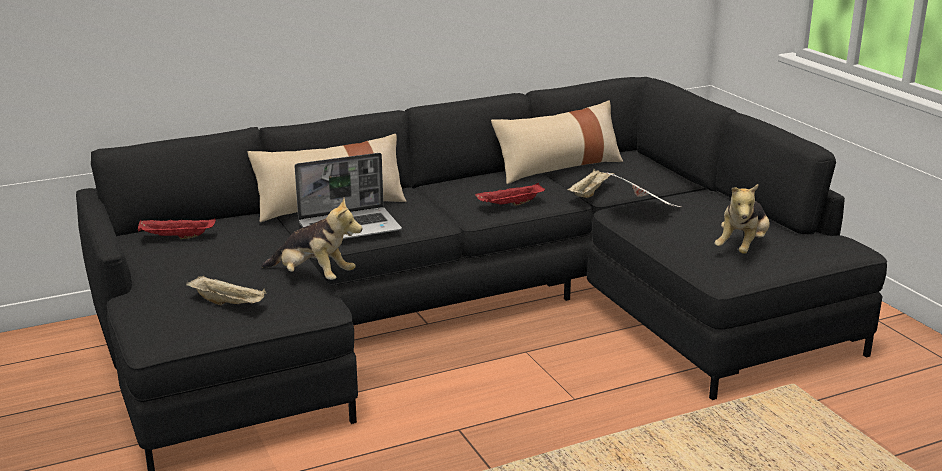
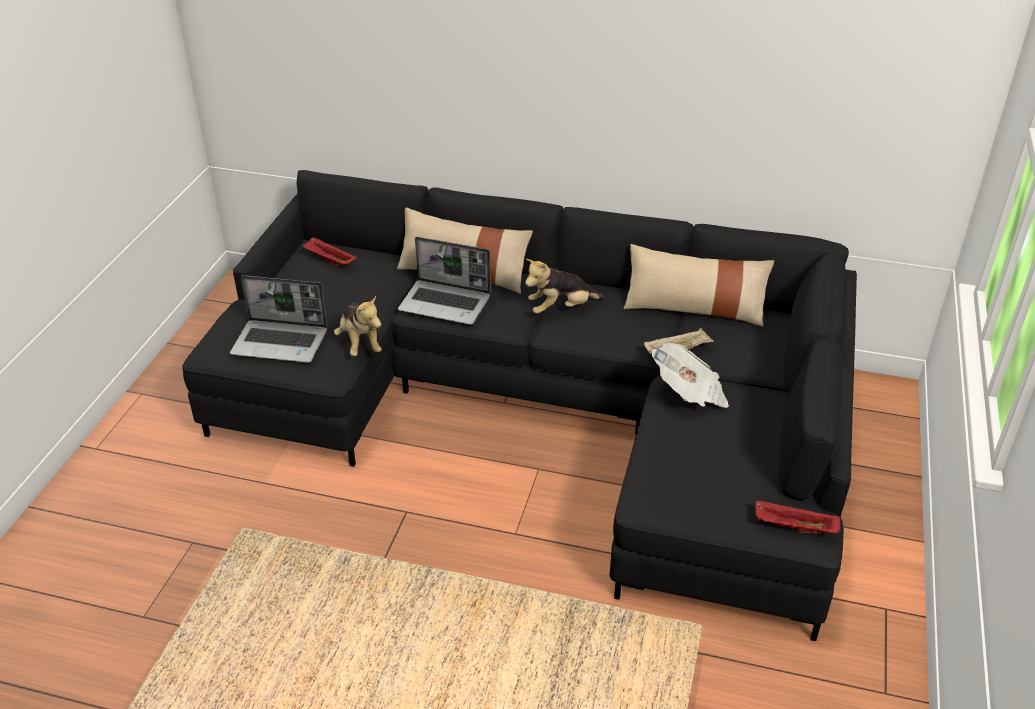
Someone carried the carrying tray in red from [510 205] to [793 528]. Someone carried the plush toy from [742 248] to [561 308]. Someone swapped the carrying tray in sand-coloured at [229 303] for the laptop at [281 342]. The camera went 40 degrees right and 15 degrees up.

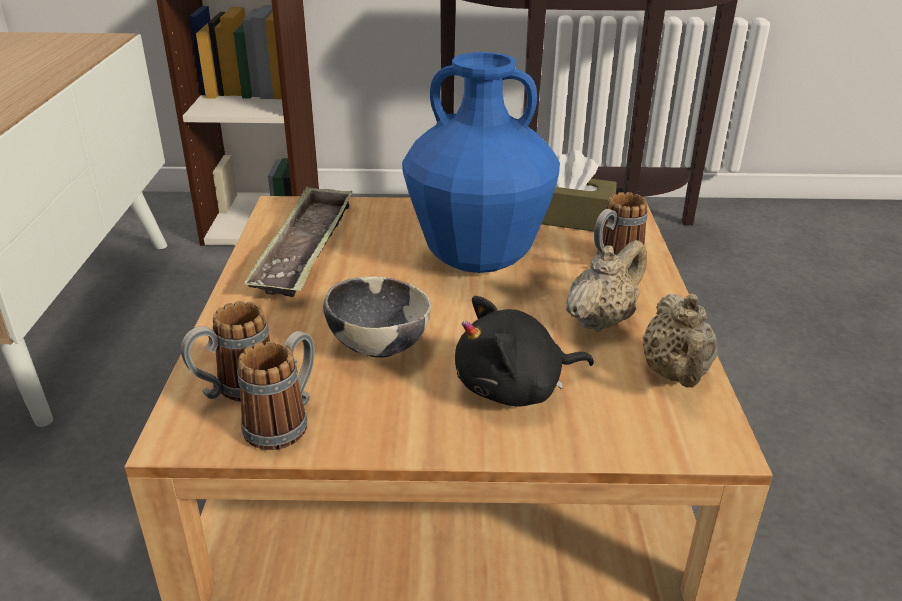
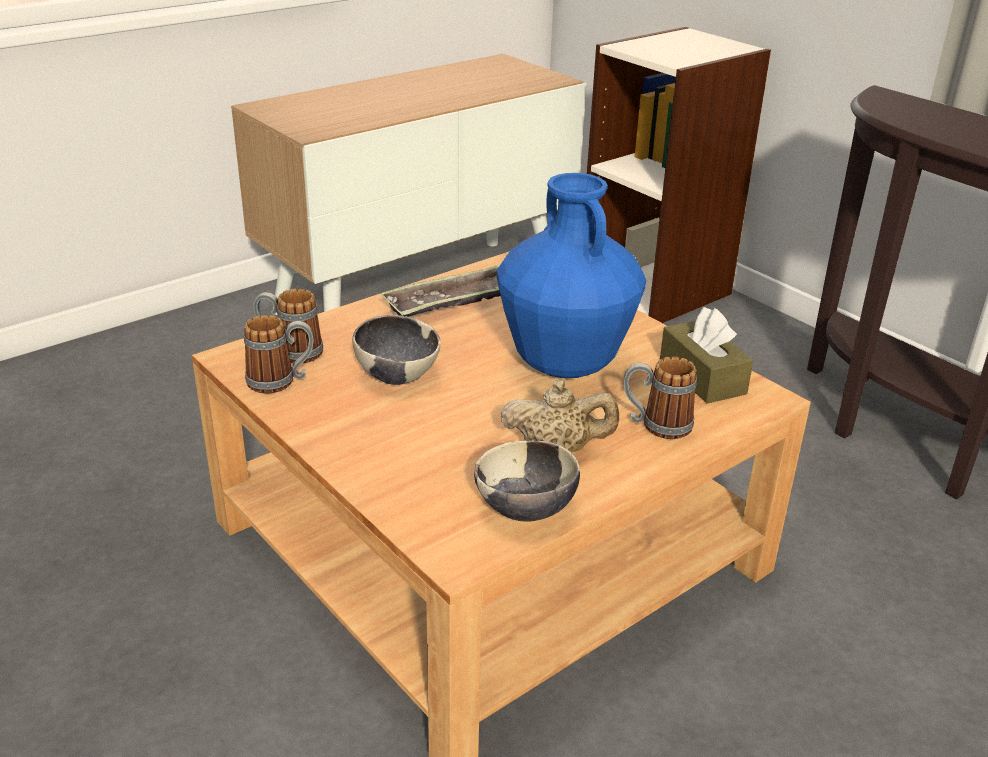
Someone took away the plush toy in black-coloured at [515 389]. Someone swapped the teapot in sand-coloured at [675 375] for the bowl at [525 510]. The camera went 50 degrees right and 0 degrees up.

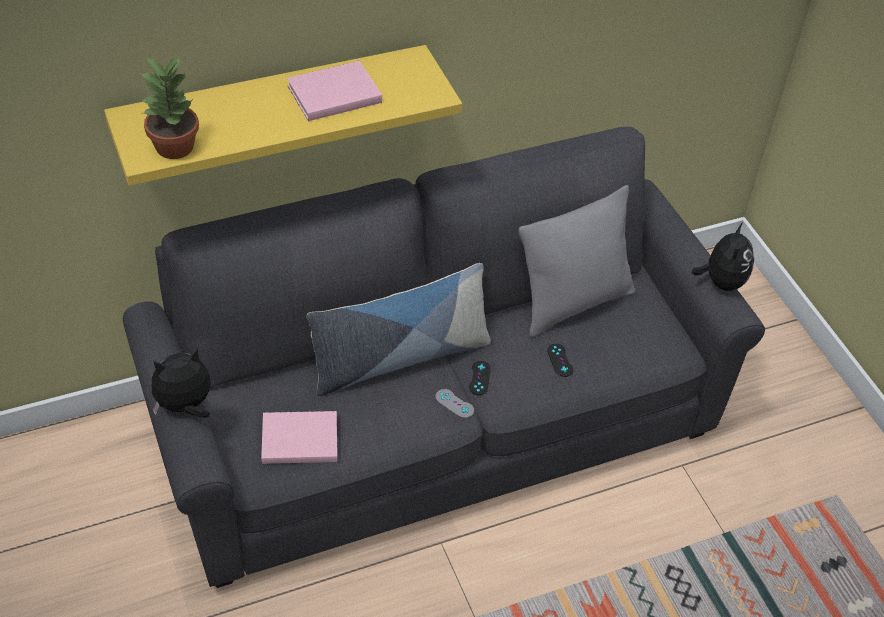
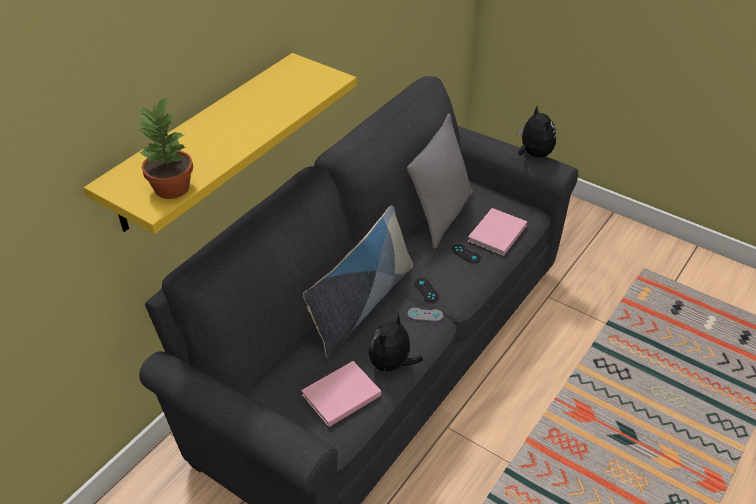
Someone carried the plush toy from [185 406] to [391 365]. Someone carried the book in pink from [331 94] to [495 234]. The camera went 30 degrees left and 5 degrees down.

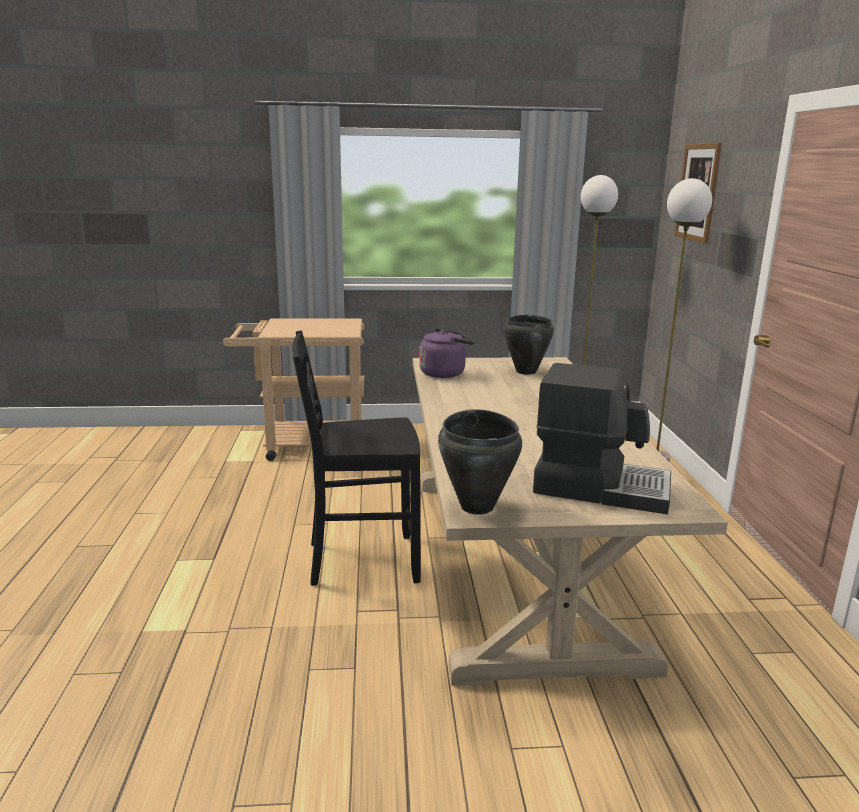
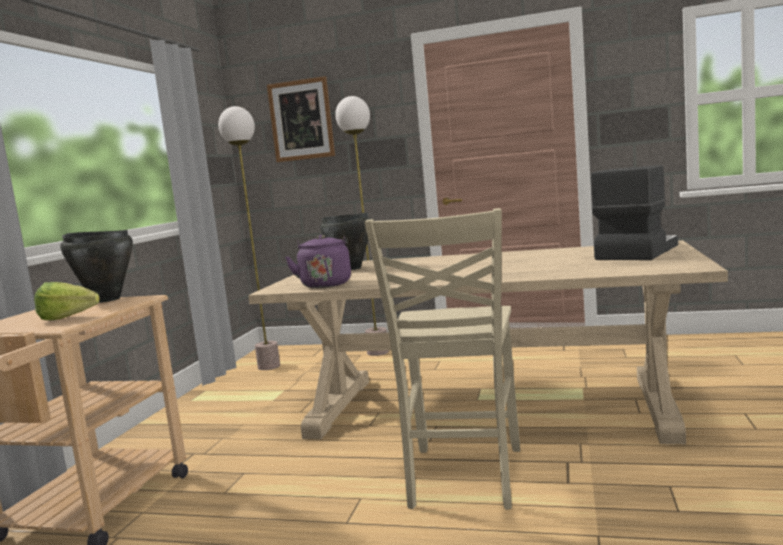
Someone put down the lettuce at [72 318]. Someone carried the stockpot in black-coloured from [477 506] to [106 300]. Someone repainted the plain chair in black-coloured at [360 560], which became the plain chair in sand-coloured at [463 478]. The camera went 70 degrees left and 10 degrees down.

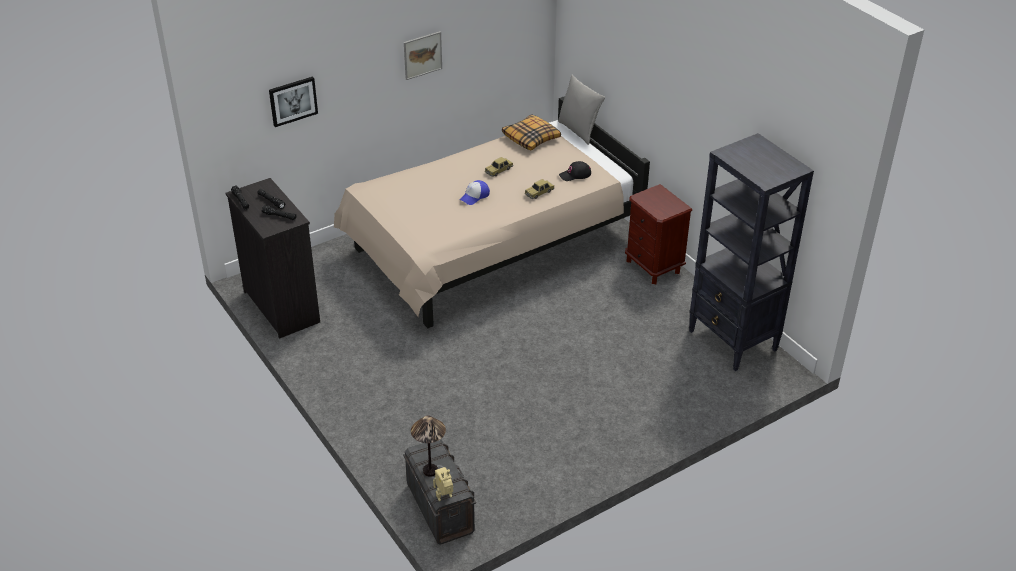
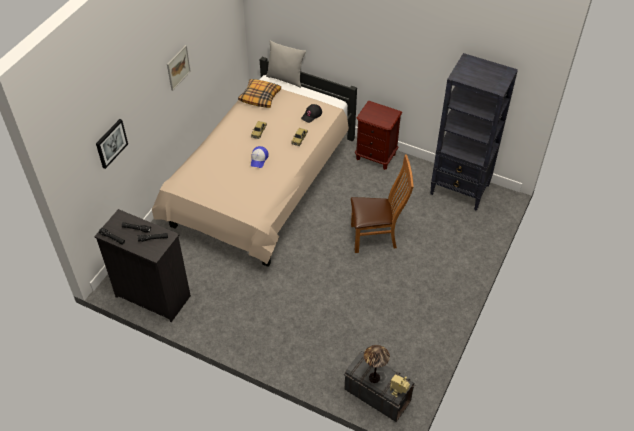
Someone put down the plain chair in brownish at [377 237]. The camera went 30 degrees left and 10 degrees up.

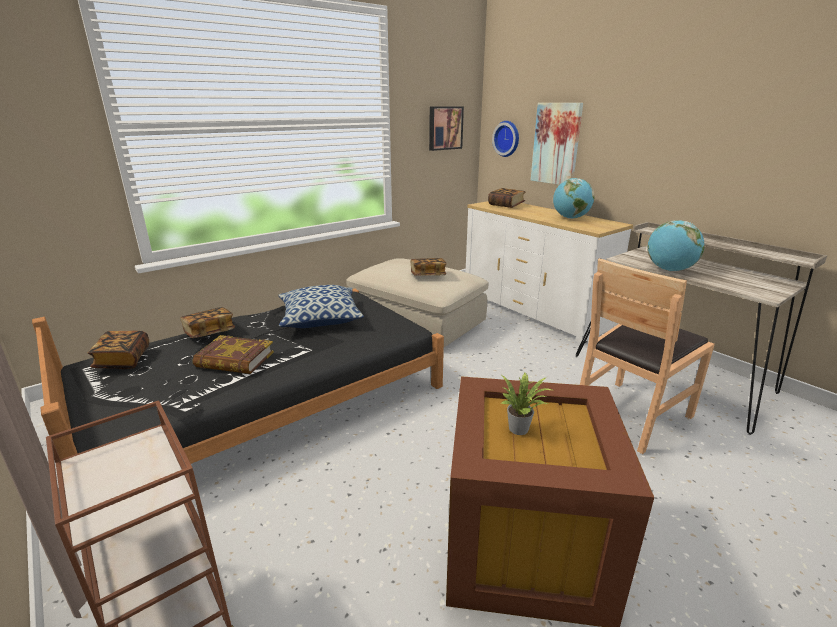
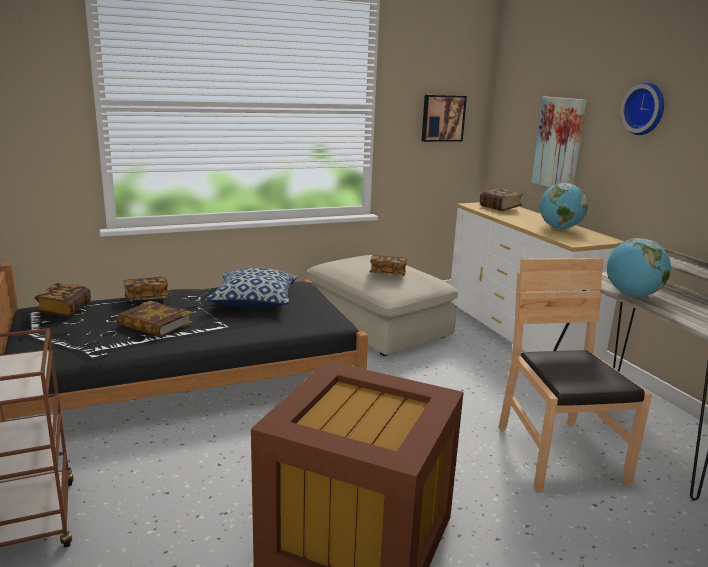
Someone took away the plant in a pot at [521 428]. Someone carried the wall clock from [507 138] to [645 108]. Someone rotated the plain chair in brownish at [631 415] by 105 degrees clockwise. The camera went 15 degrees right and 5 degrees down.

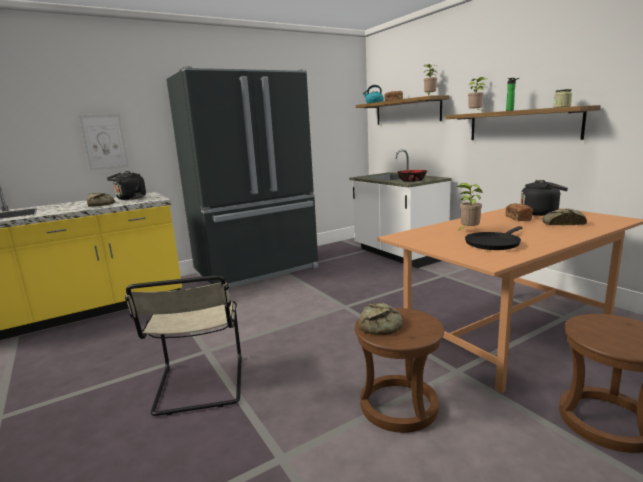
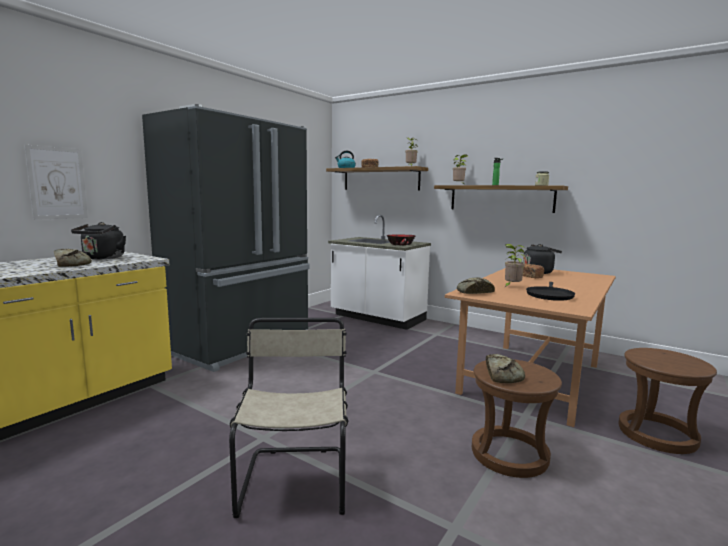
Someone carried the bakery bread from [562 223] to [473 292]. Someone rotated the plain chair in sand-coloured at [199 387] by 150 degrees counterclockwise. The camera went 25 degrees left and 5 degrees down.

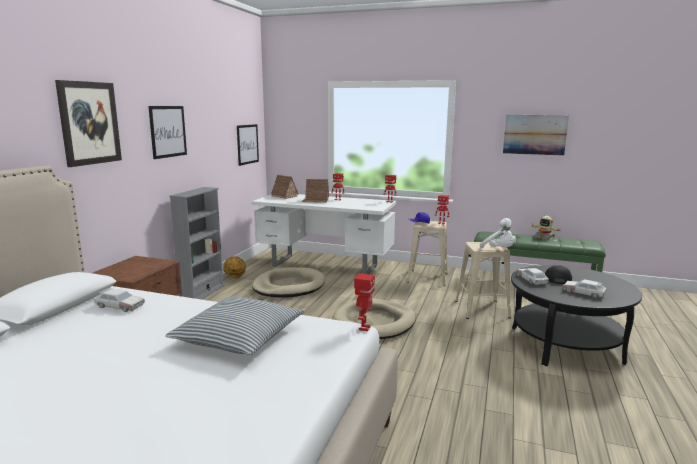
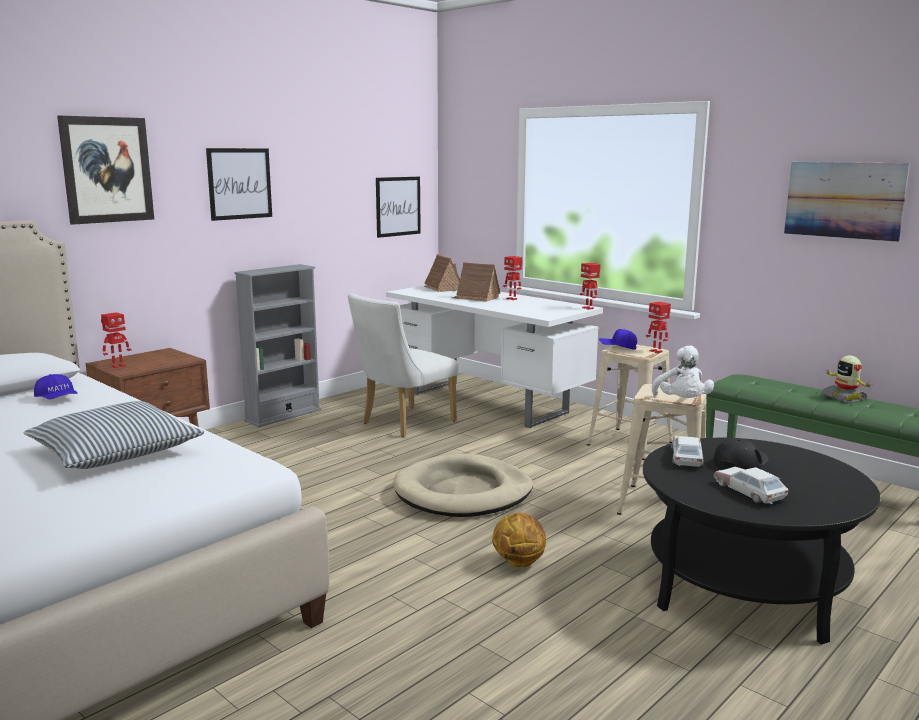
Someone carried the basketball ball from [235 277] to [518 562]. Someone carried the toy robot from [364 328] to [118 366]. Someone swapped the miniature car at [119 306] for the peaked cap in bluish at [57 399]. Someone swapped the pet bed in sand-coloured at [289 286] for the plain chair in white at [403 423]. The camera went 25 degrees right and 0 degrees up.

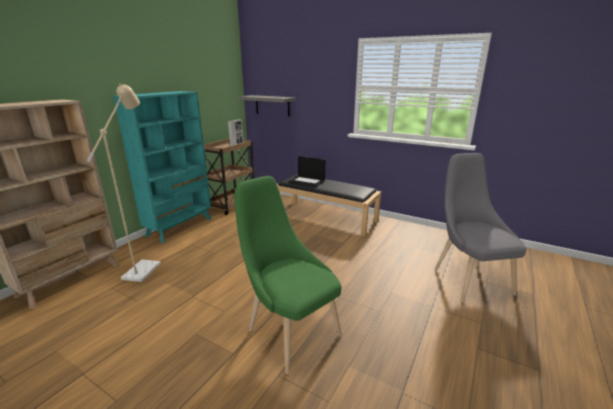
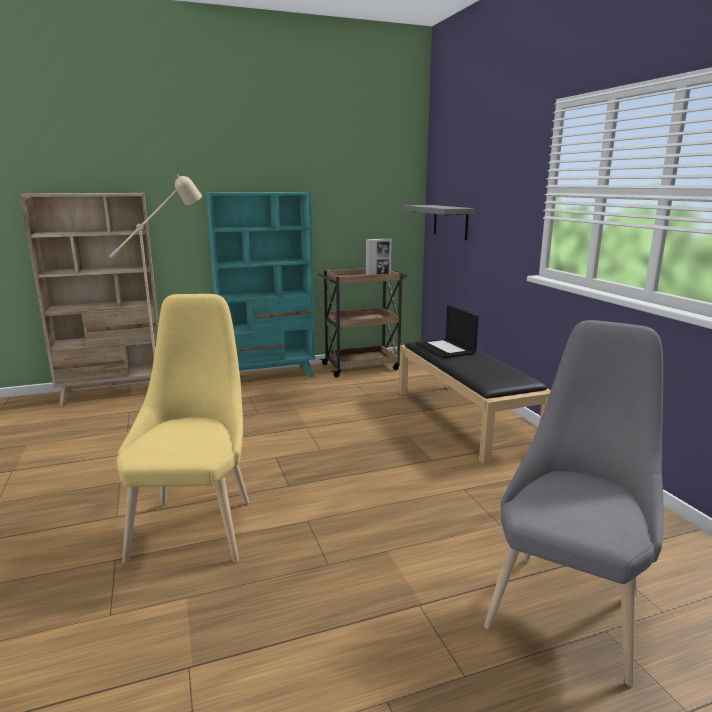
Someone repainted the plain chair in green at [289 330], which became the plain chair in yellow-coloured at [196 524]. The camera went 40 degrees right and 5 degrees down.

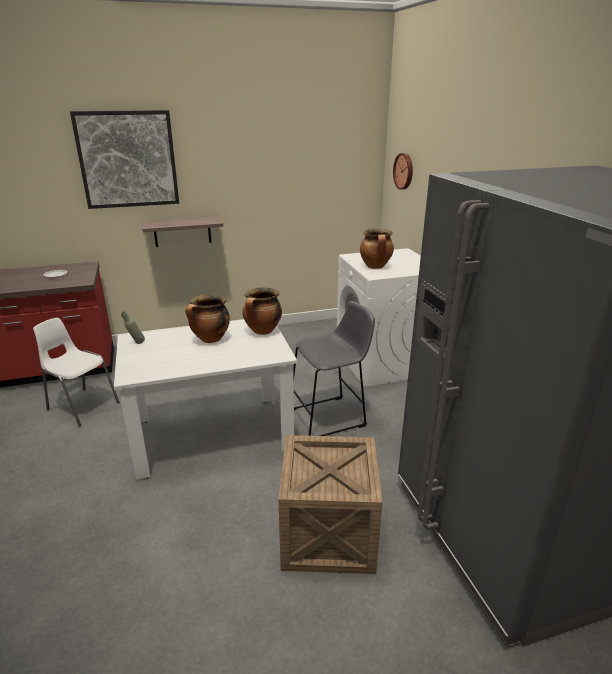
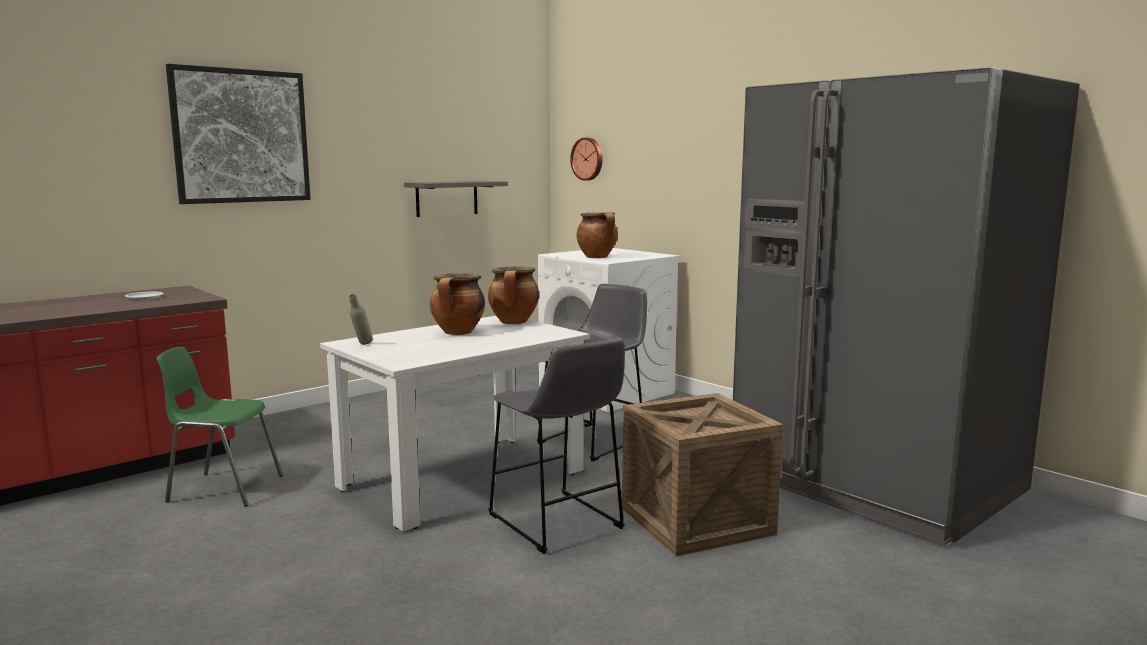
Someone put down the stool in gray at [558 524]. Someone carried the bracket shelf from [182 231] to [447 198]. Someone repainted the plain chair in white at [82 406], which became the plain chair in green at [223 489]. The camera went 25 degrees left and 15 degrees down.

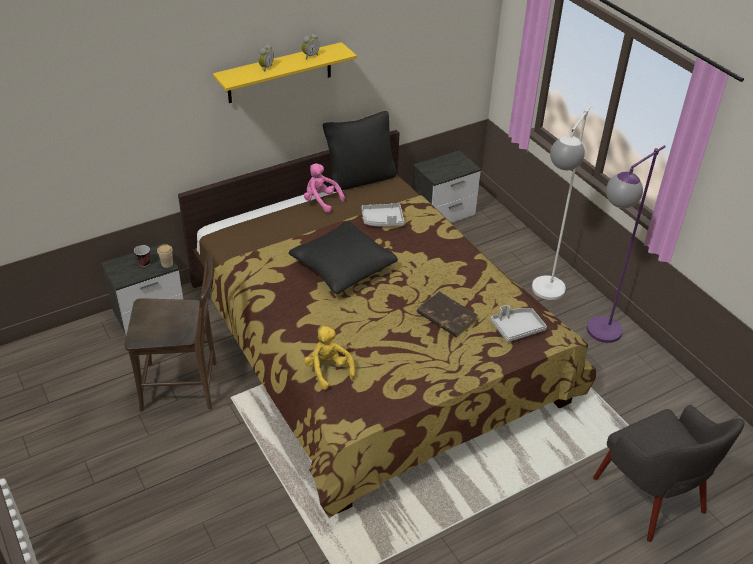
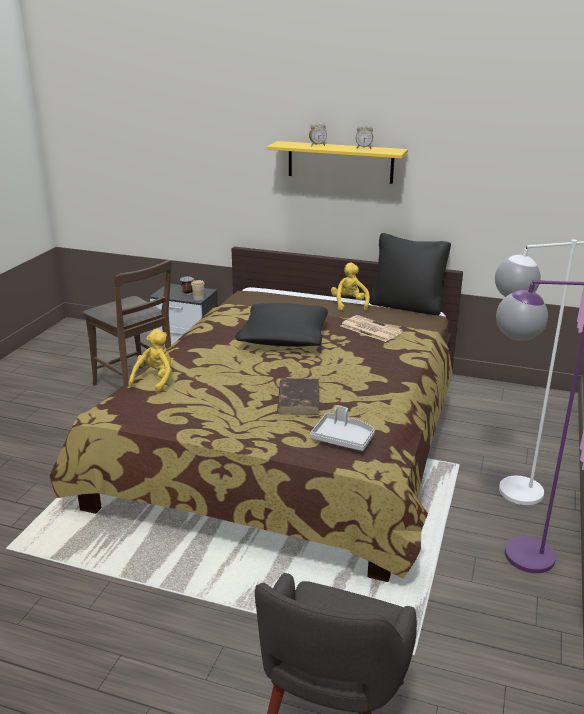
Someone took away the nightstand at [443 213]. Someone swapped the carrying tray in gray at [382 220] for the newspaper at [370 329]. Someone repainted the plush toy in pink at [321 201], which became the plush toy in yellow-coloured at [349 304]. The camera went 50 degrees right and 15 degrees down.

